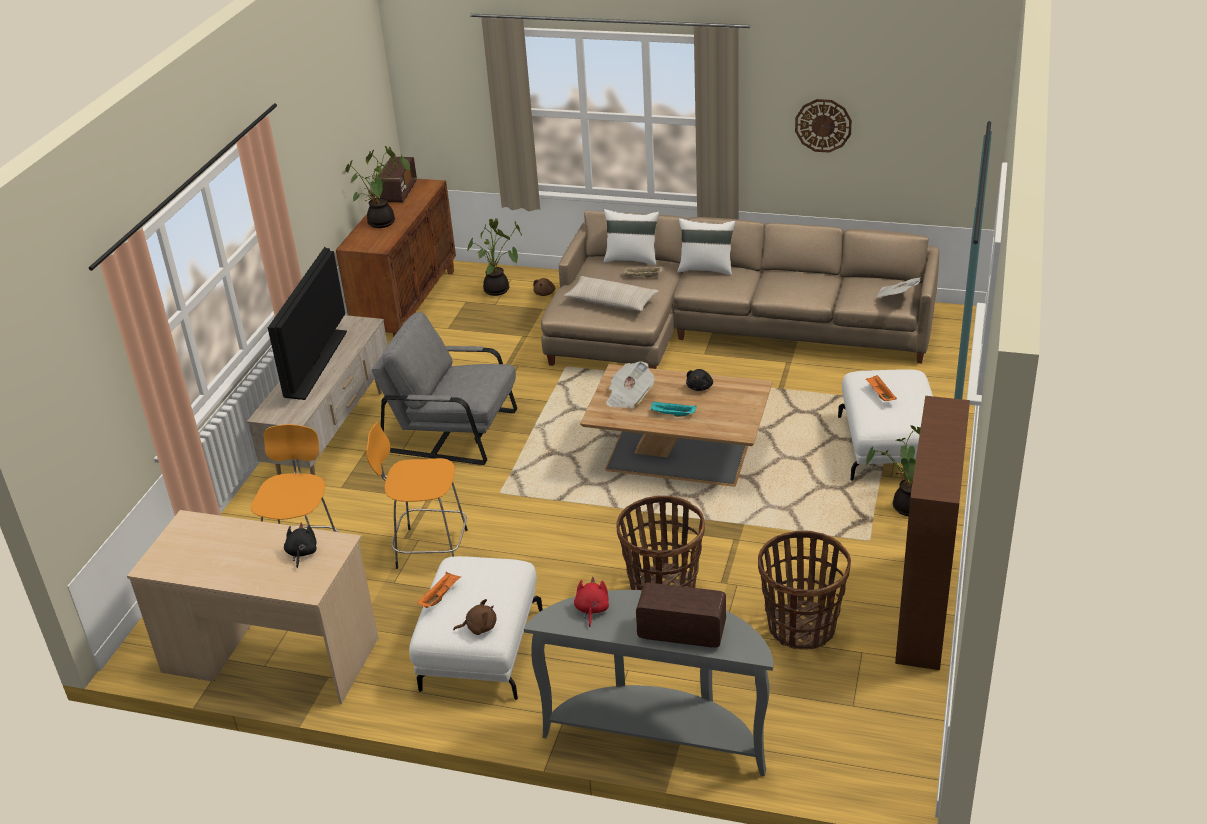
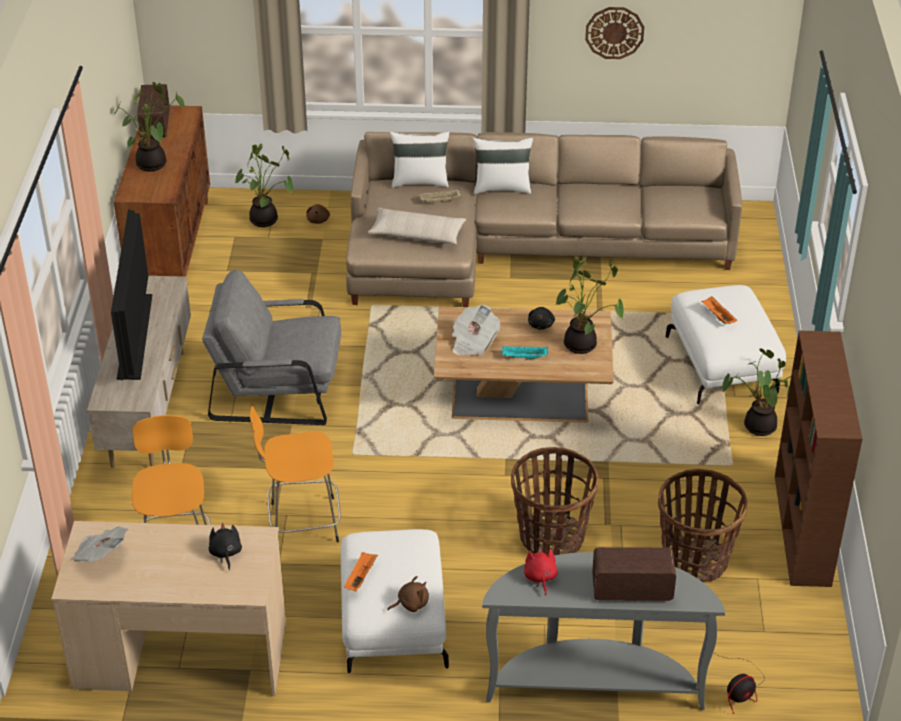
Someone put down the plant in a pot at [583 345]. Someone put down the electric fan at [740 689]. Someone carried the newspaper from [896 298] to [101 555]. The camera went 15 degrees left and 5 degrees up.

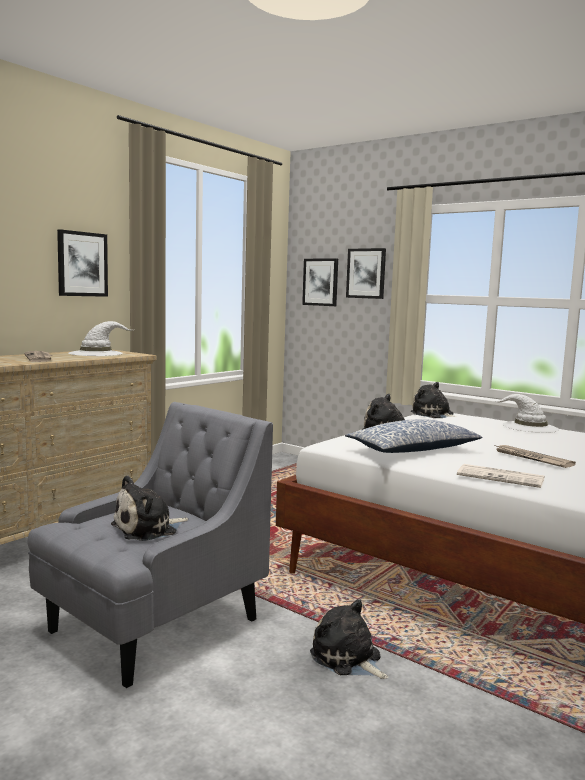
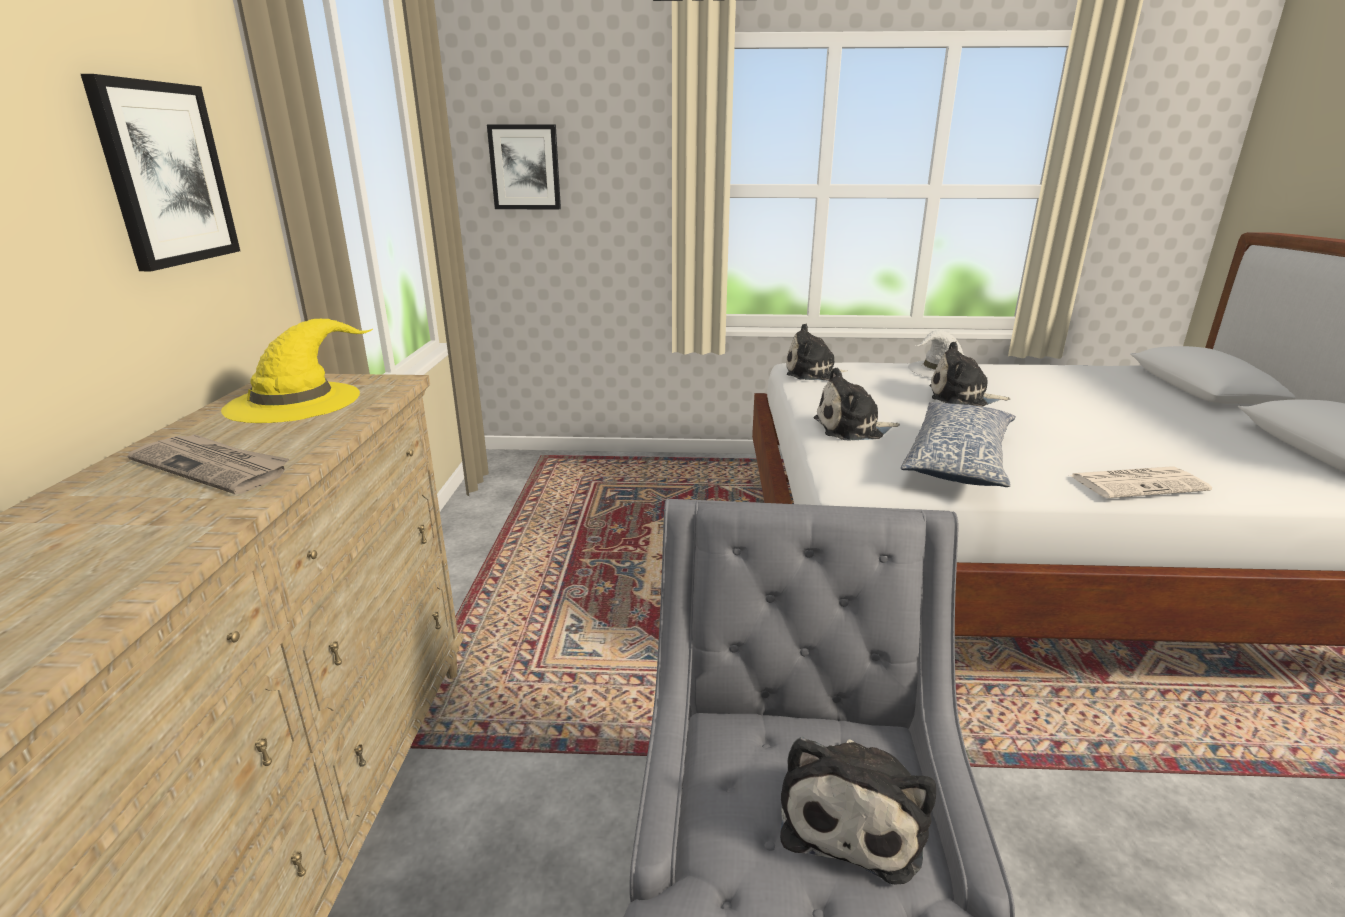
Someone took away the picture at [366 273]. Someone took away the newspaper at [531 458]. Someone carried the plush toy from [348 659] to [962 397]. Someone repainted the hat in white at [97 353], which became the hat in yellow-coloured at [295 401]. The camera went 35 degrees left and 15 degrees up.

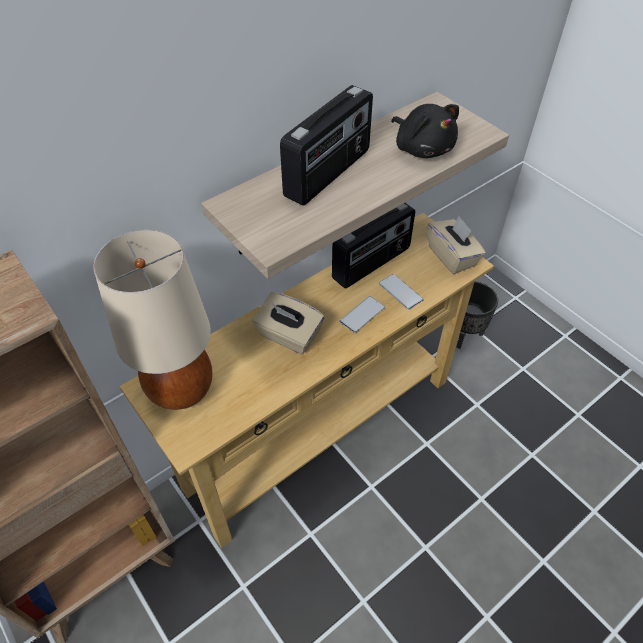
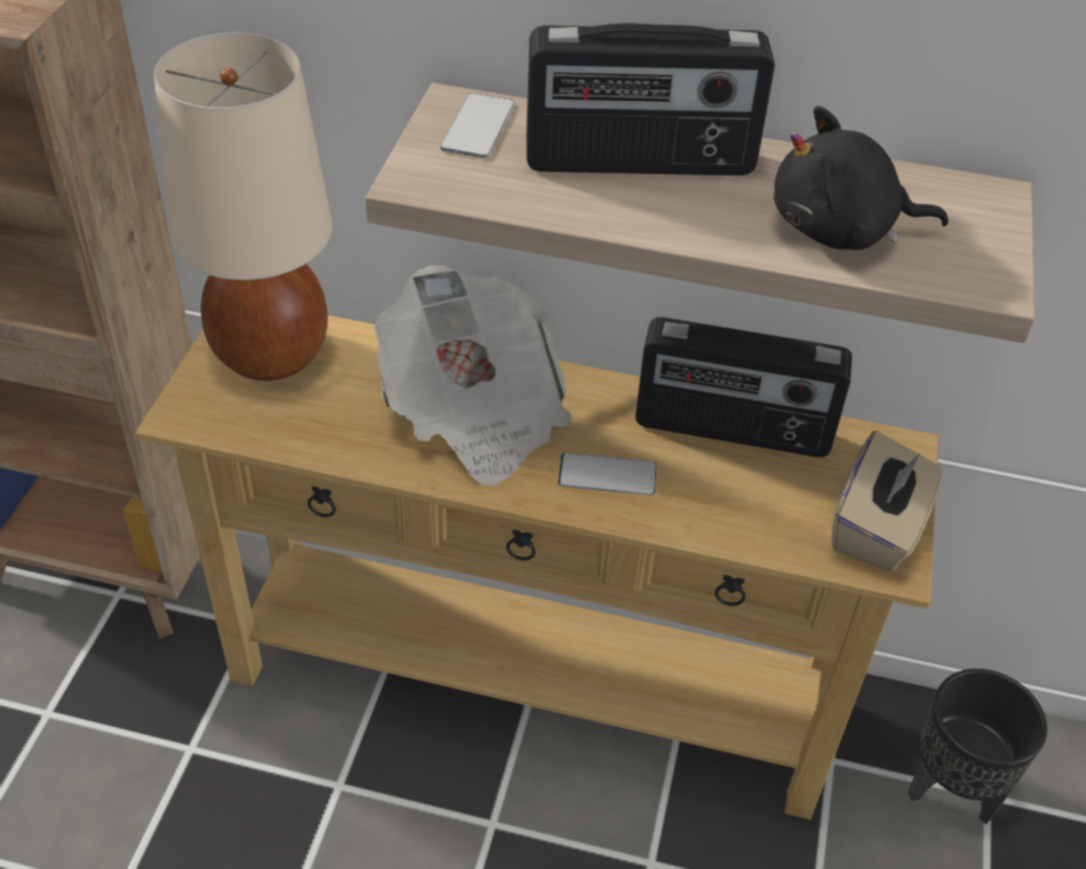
Someone carried the handset from [400 292] to [478 126]. Someone swapped the tissue holder in sand-coloured at [289 336] for the newspaper at [474 412]. Someone rotated the plush toy in black-coloured at [422 148] by 75 degrees clockwise. The camera went 50 degrees right and 5 degrees down.

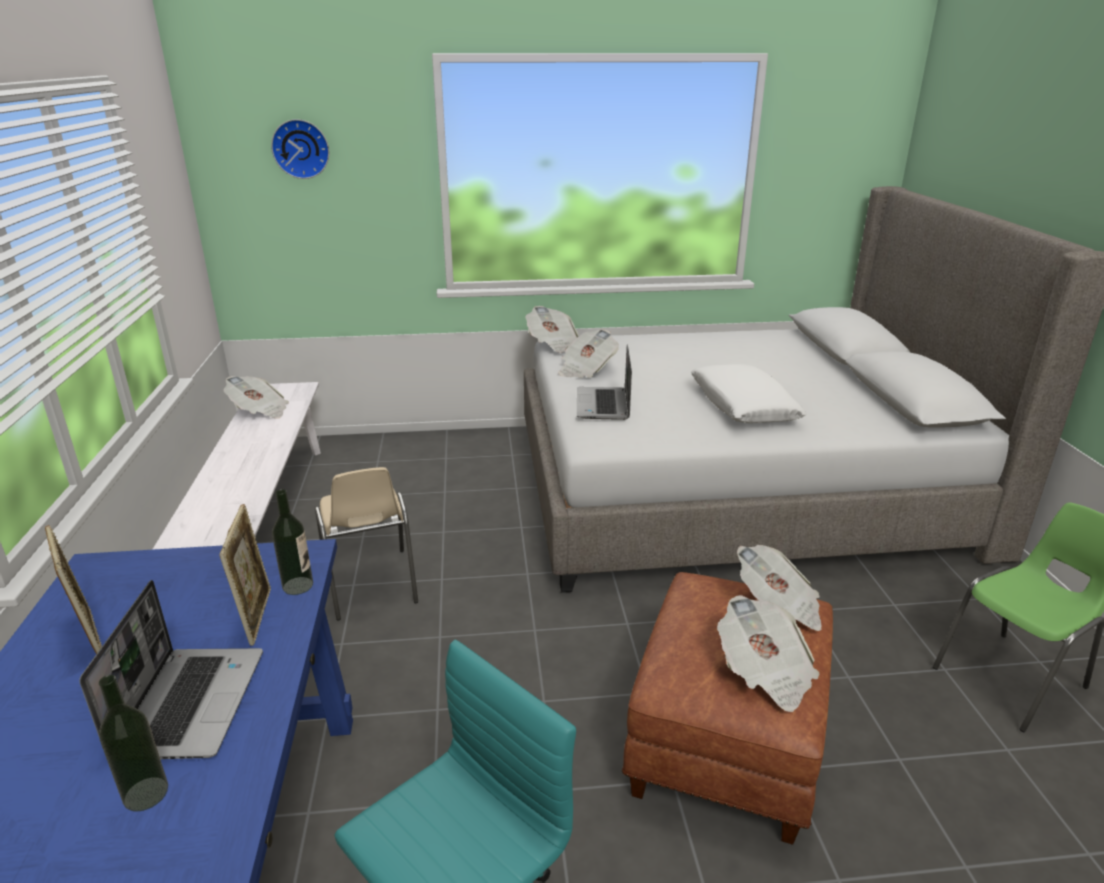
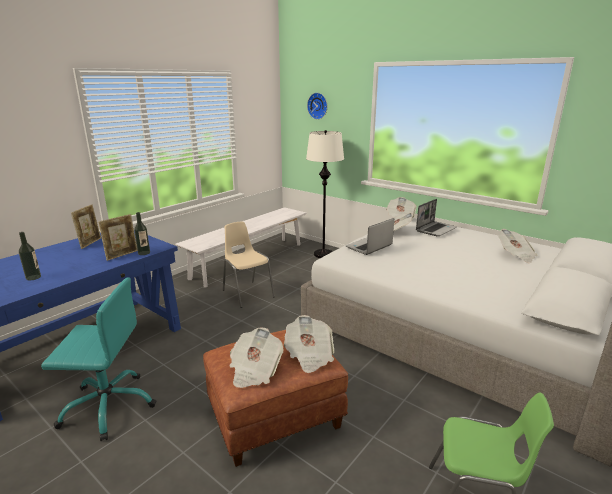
Someone took away the pillow in white at [743 406]. Someone put down the floor lamp in white at [323 254]. Someone carried the laptop from [190 702] to [435 229]. Someone carried the newspaper from [260 411] to [515 255]. Someone rotated the plain chair in sand-coloured at [370 584] by 120 degrees clockwise. The camera went 45 degrees right and 5 degrees down.

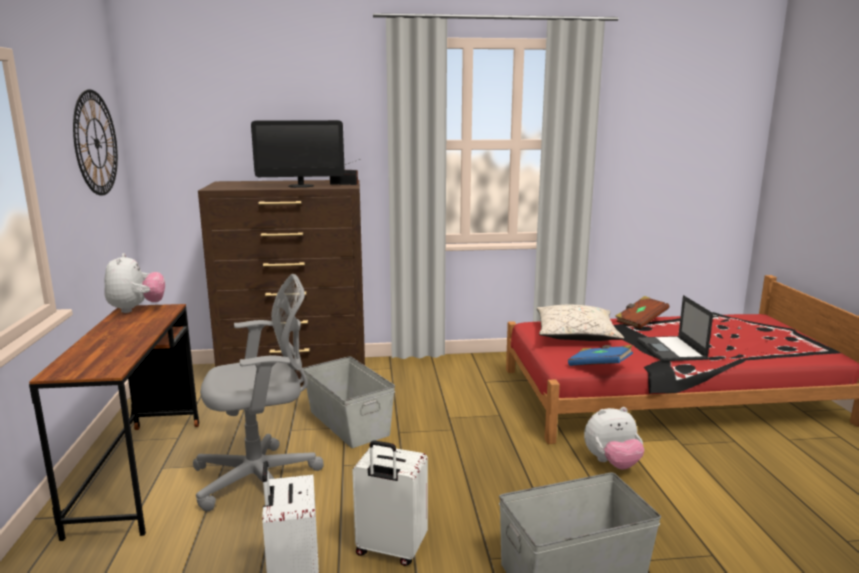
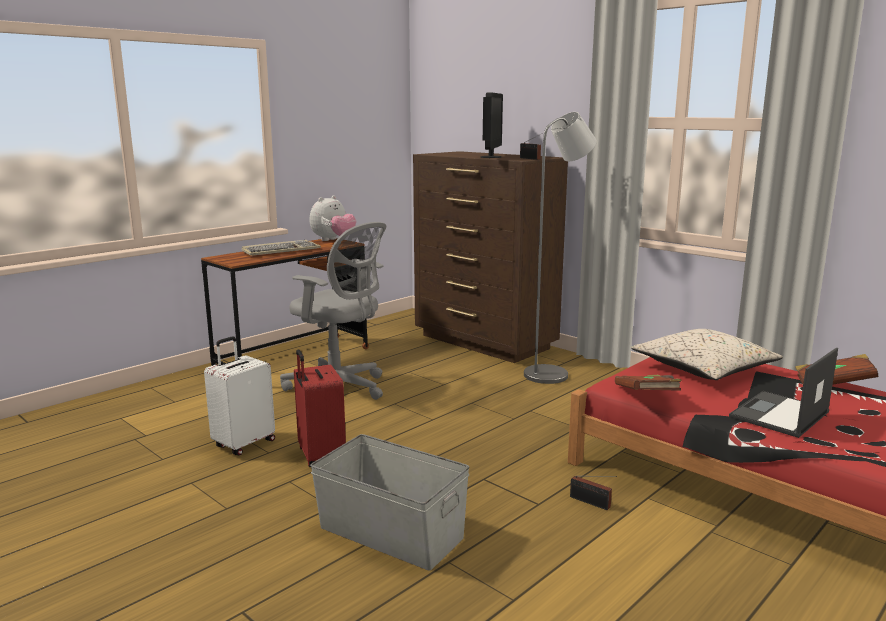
Someone took away the wall clock at [96 143]. Someone took away the storage bin in gray at [349 422]. Someone put down the PC keyboard at [281 251]. Someone put down the floor lamp in gray at [553 374]. Someone swapped the plush toy at [612 463] for the radio at [592 503]. Someone repainted the suitcase in white at [390 550], which became the suitcase in red at [320 456]. Someone repainted the book in bluish at [599 367], which became the book in brownish at [647 396]. Someone rotated the monitor at [301 186] by 120 degrees counterclockwise. The camera went 50 degrees right and 0 degrees up.

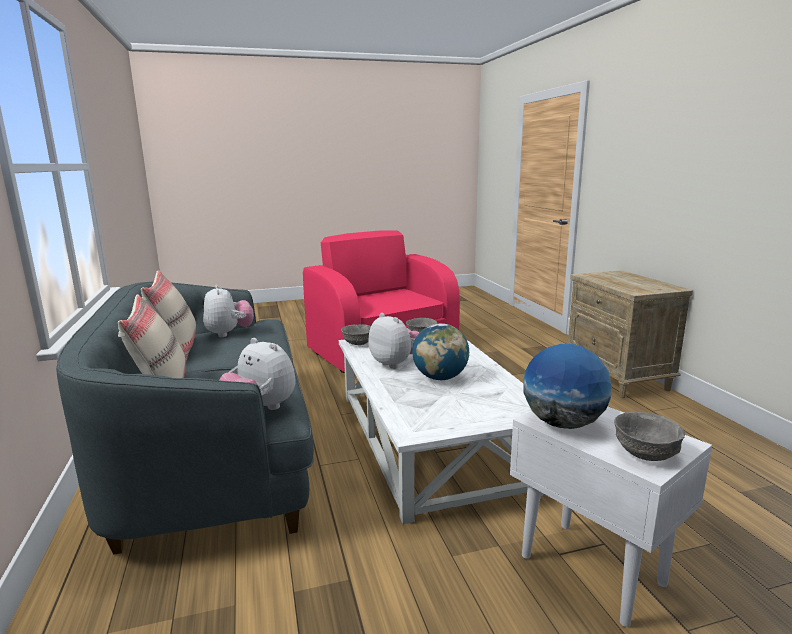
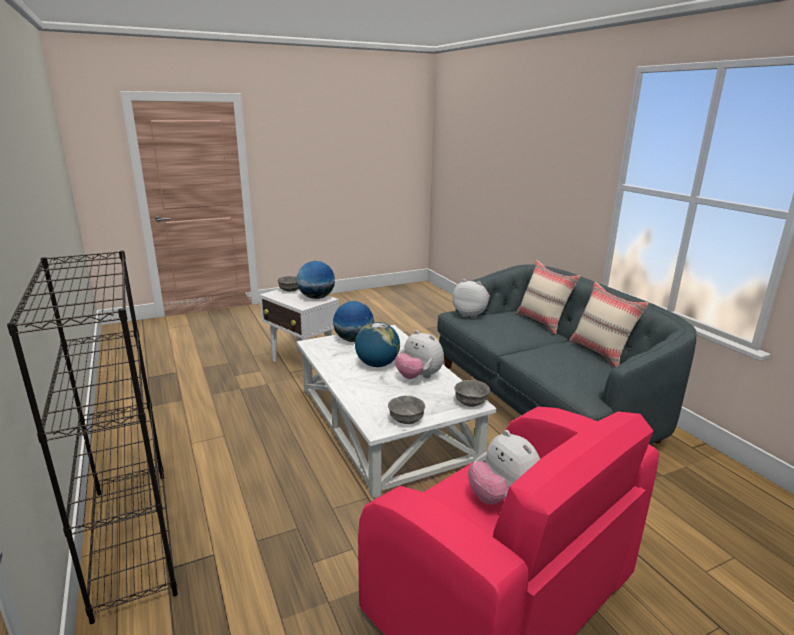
Someone put down the desk globe at [354 340]. Someone carried the plush toy from [229 333] to [503 498]. Someone swapped the nightstand in sand-coloured at [617 377] for the bookshelf in black-coloured at [132 538]. The camera went 170 degrees right and 5 degrees up.

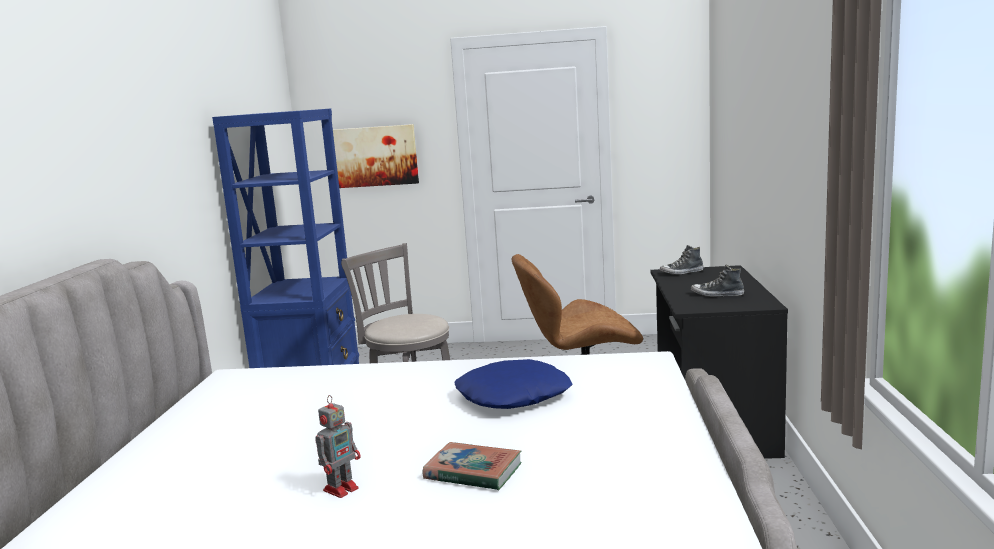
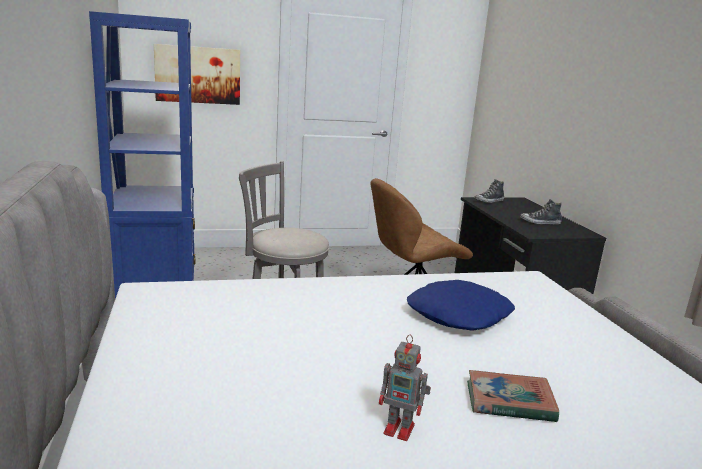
Someone rotated the toy robot at [342 488] by 90 degrees clockwise. The camera went 20 degrees left and 5 degrees up.

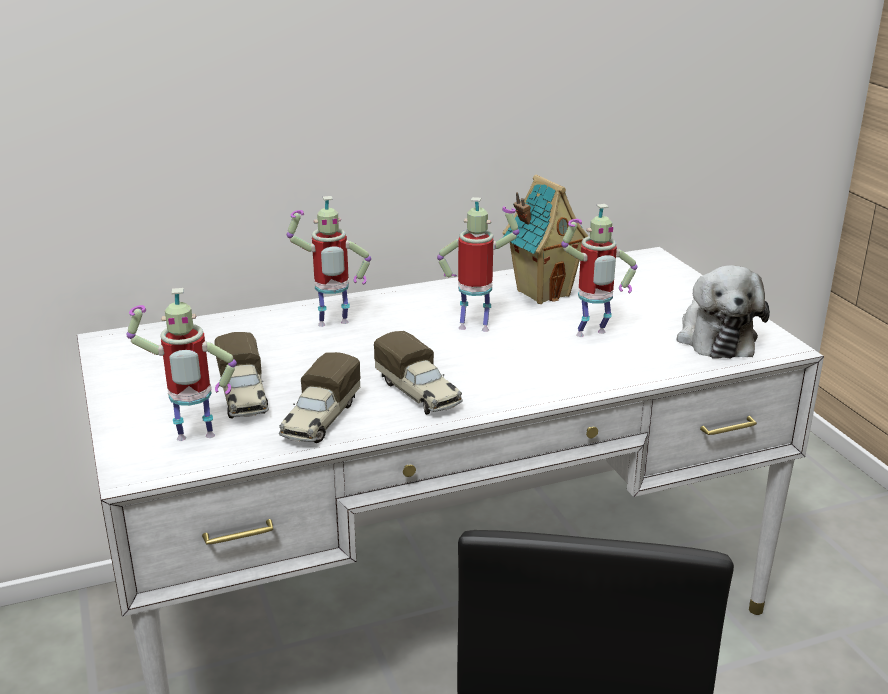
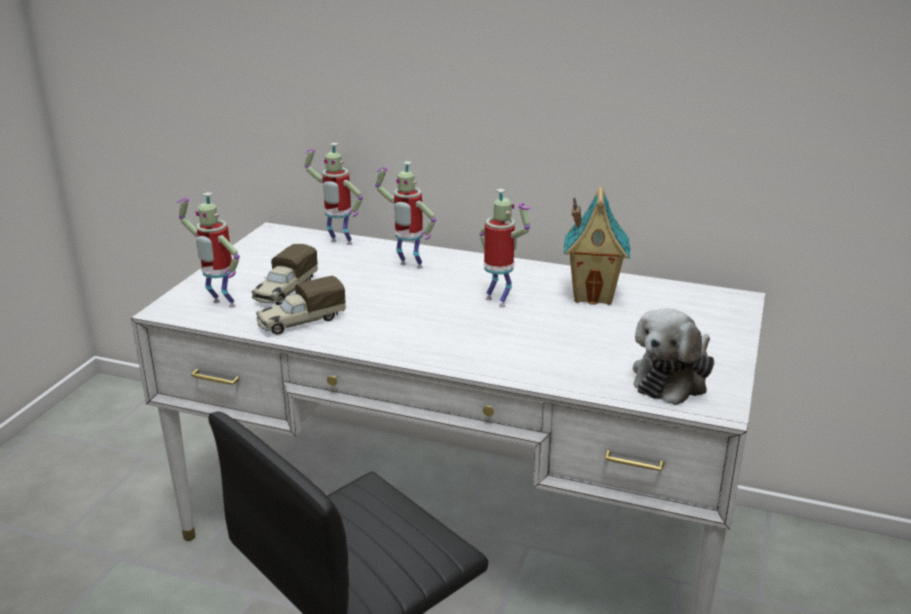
Someone took away the toy lorry at [419 393]. Someone carried the toy robot from [592 335] to [339 243]. The camera went 40 degrees right and 0 degrees up.

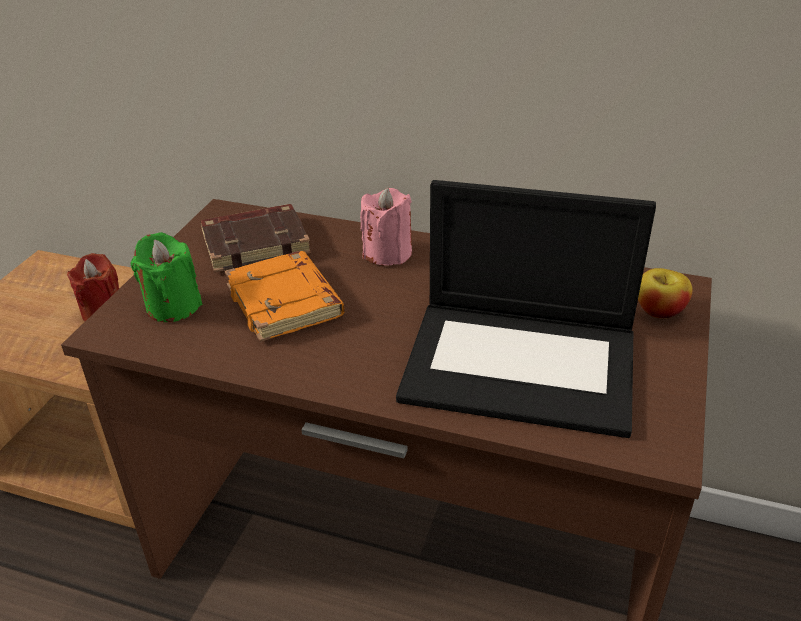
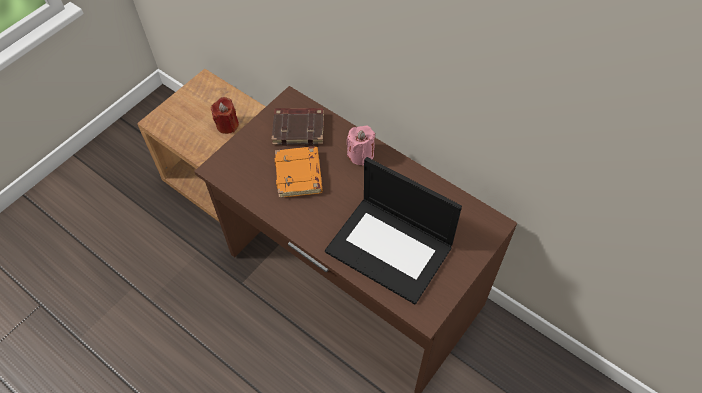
Someone took away the candle in green at [173 306]. Someone took away the whole apple at [659 311]. The camera went 20 degrees right and 20 degrees up.

